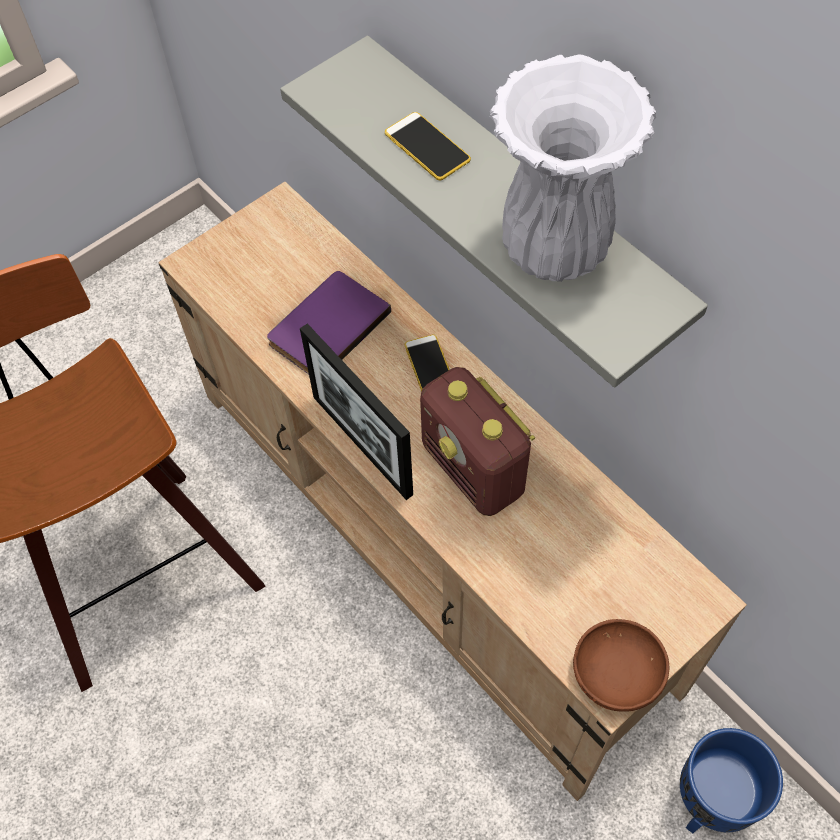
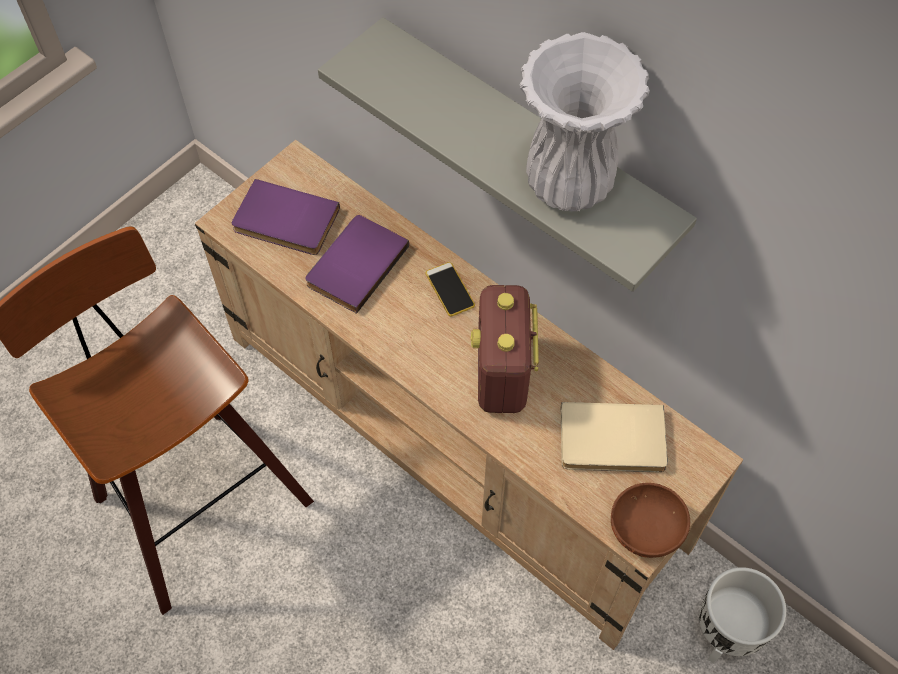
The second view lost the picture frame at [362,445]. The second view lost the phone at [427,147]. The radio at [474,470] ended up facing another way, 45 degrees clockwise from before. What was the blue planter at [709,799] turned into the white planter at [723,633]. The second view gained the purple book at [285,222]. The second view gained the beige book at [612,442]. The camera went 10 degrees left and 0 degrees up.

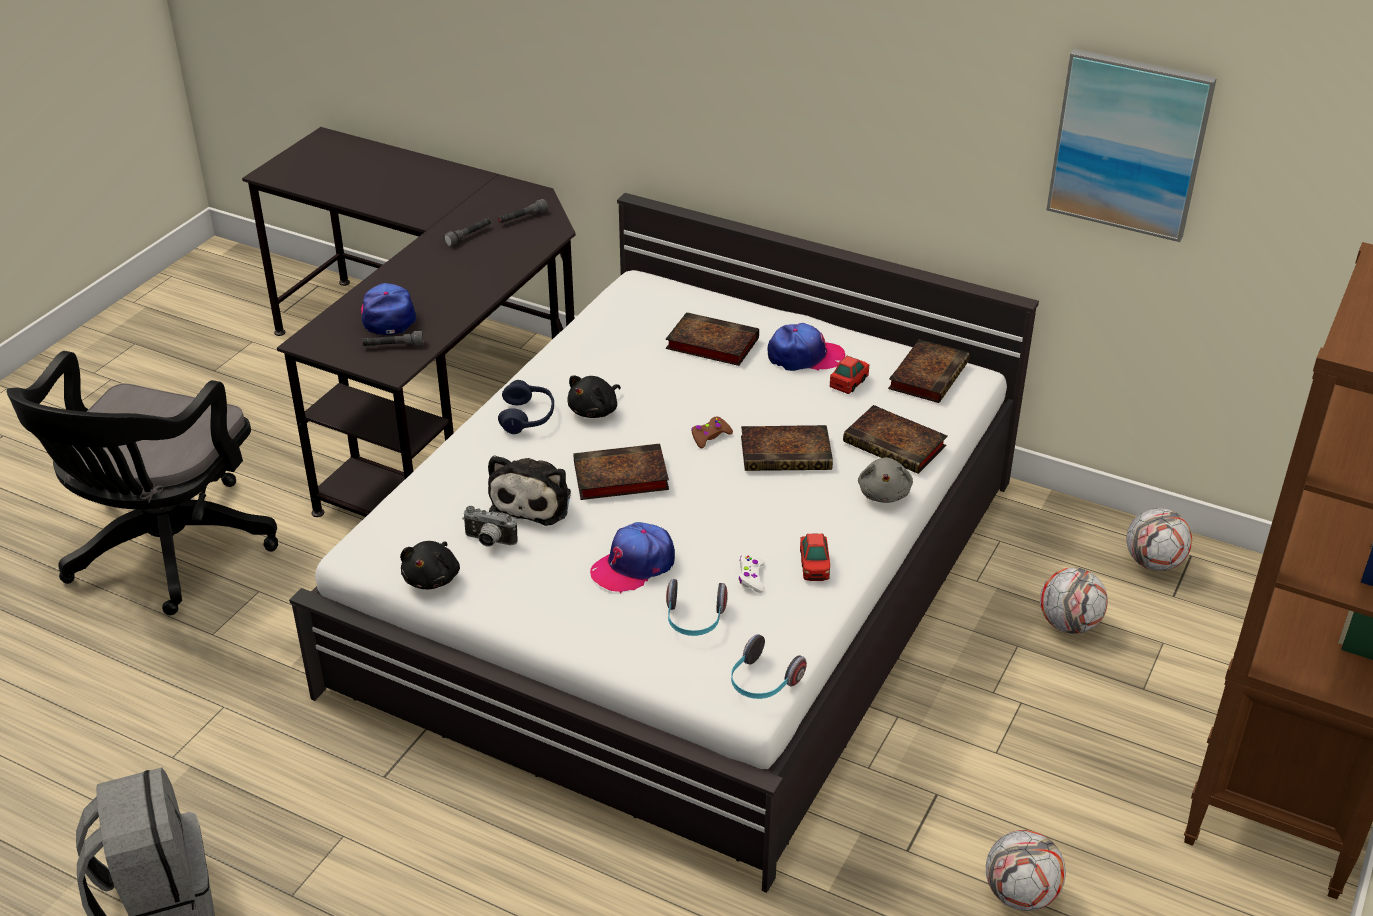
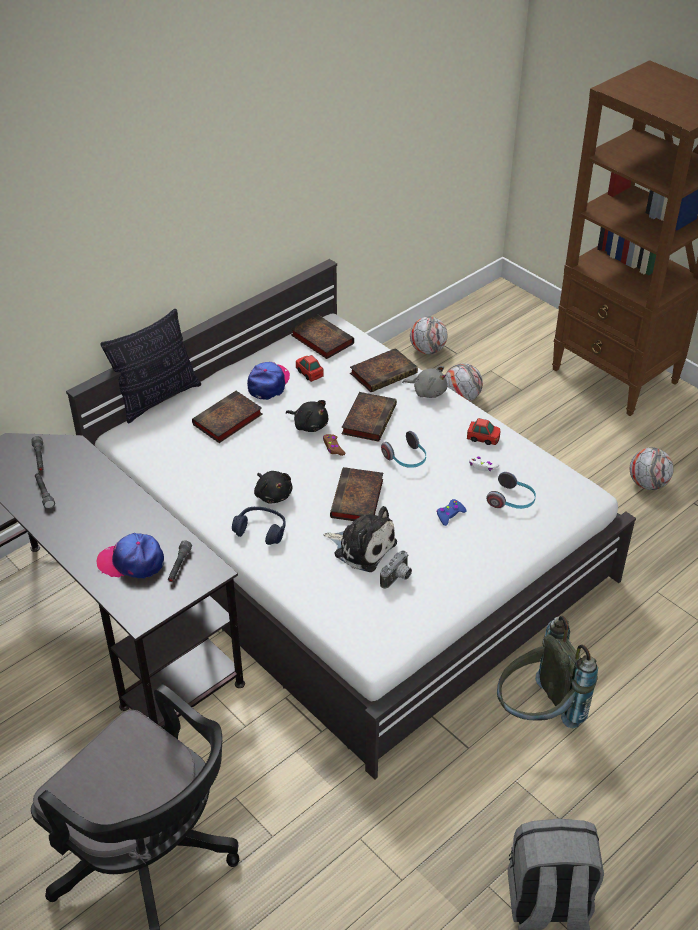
The black plush toy ended up elsewhere, having gone from [433,578] to [309,425]. Where the cap stood at [633,565], the blue game controller came to stand at [450,515]. The headphones ended up elsewhere, having gone from [762,683] to [406,459]. The second view lost the picture at [1129,144]. The second view gained the pillow at [157,398]. The second view gained the grey backpack at [537,713]. The camera went 70 degrees left and 5 degrees up.

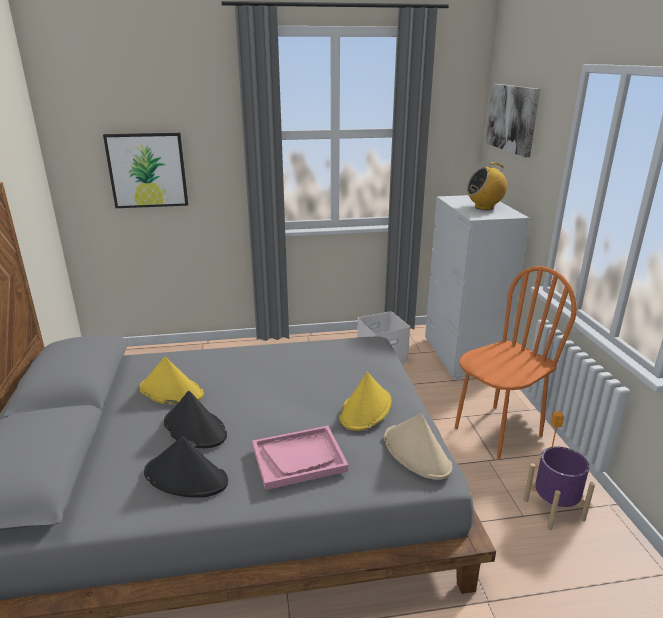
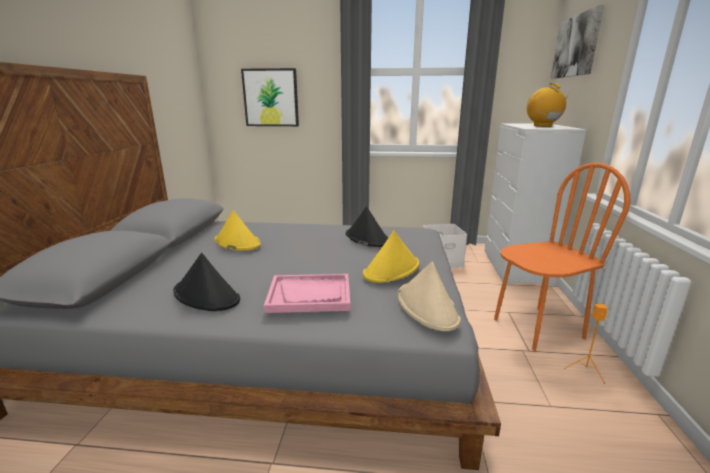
The black hat ended up elsewhere, having gone from [194,428] to [367,238]. The radio at [484,207] ended up facing another way, 75 degrees clockwise from before. The second view lost the purple planter at [553,509]. The camera went 15 degrees right and 5 degrees down.

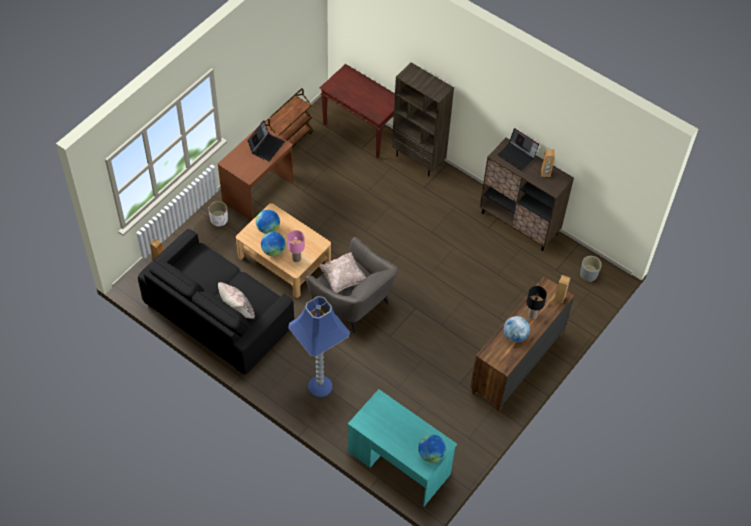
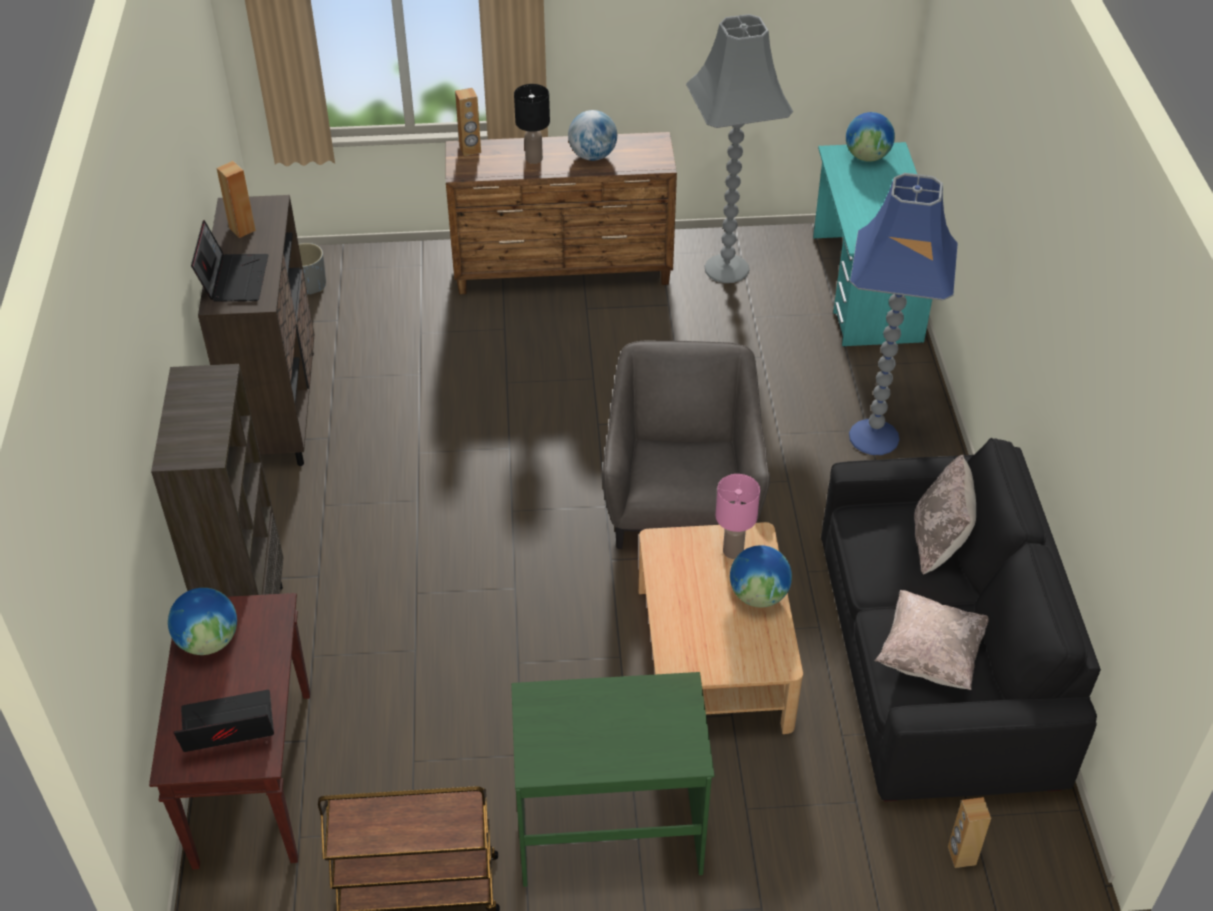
The second view lost the white planter at [219,220]. What was the brown desk at [258,192] turned into the green desk at [609,827]. The laptop ended up elsewhere, having gone from [266,146] to [226,729]. The globe ended up elsewhere, having gone from [268,229] to [208,641]. The beige pillow ended up elsewhere, having gone from [343,278] to [929,656]. The second view gained the grey floor lamp at [727,268]. The camera went 130 degrees left and 10 degrees down.

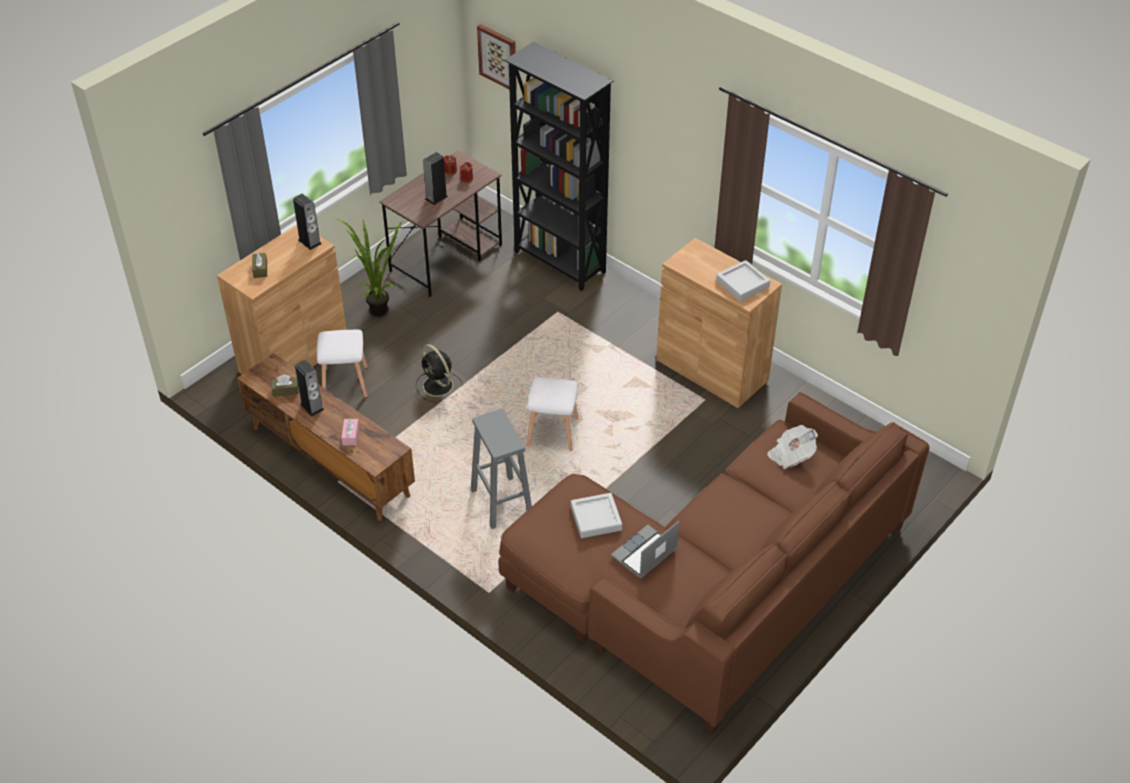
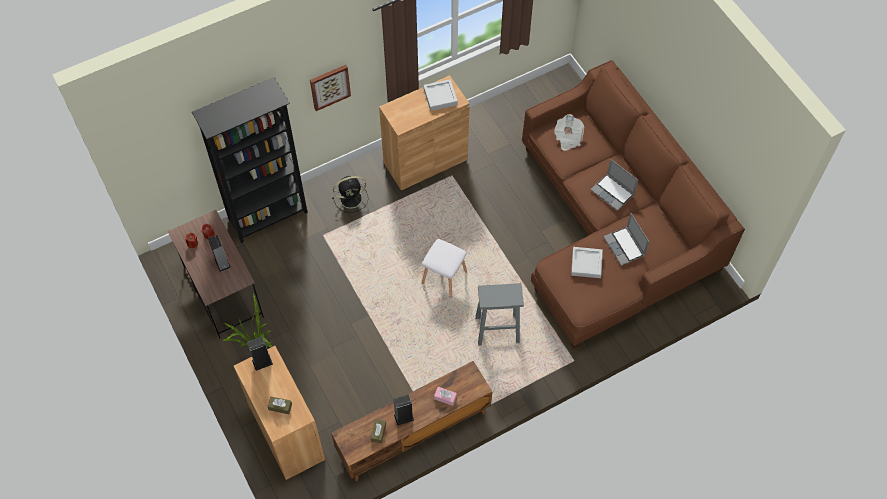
The second view lost the white stool at [344,382]. The black fan ended up elsewhere, having gone from [439,386] to [352,198]. The picture ended up elsewhere, having gone from [498,57] to [329,86]. The second view gained the laptop at [613,192]. The camera went 70 degrees left and 15 degrees up.

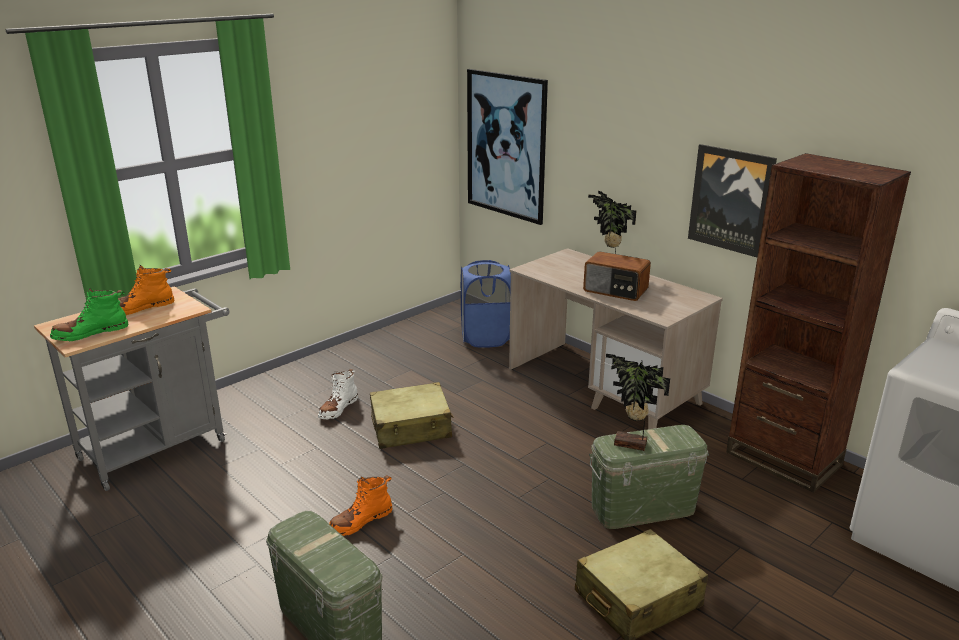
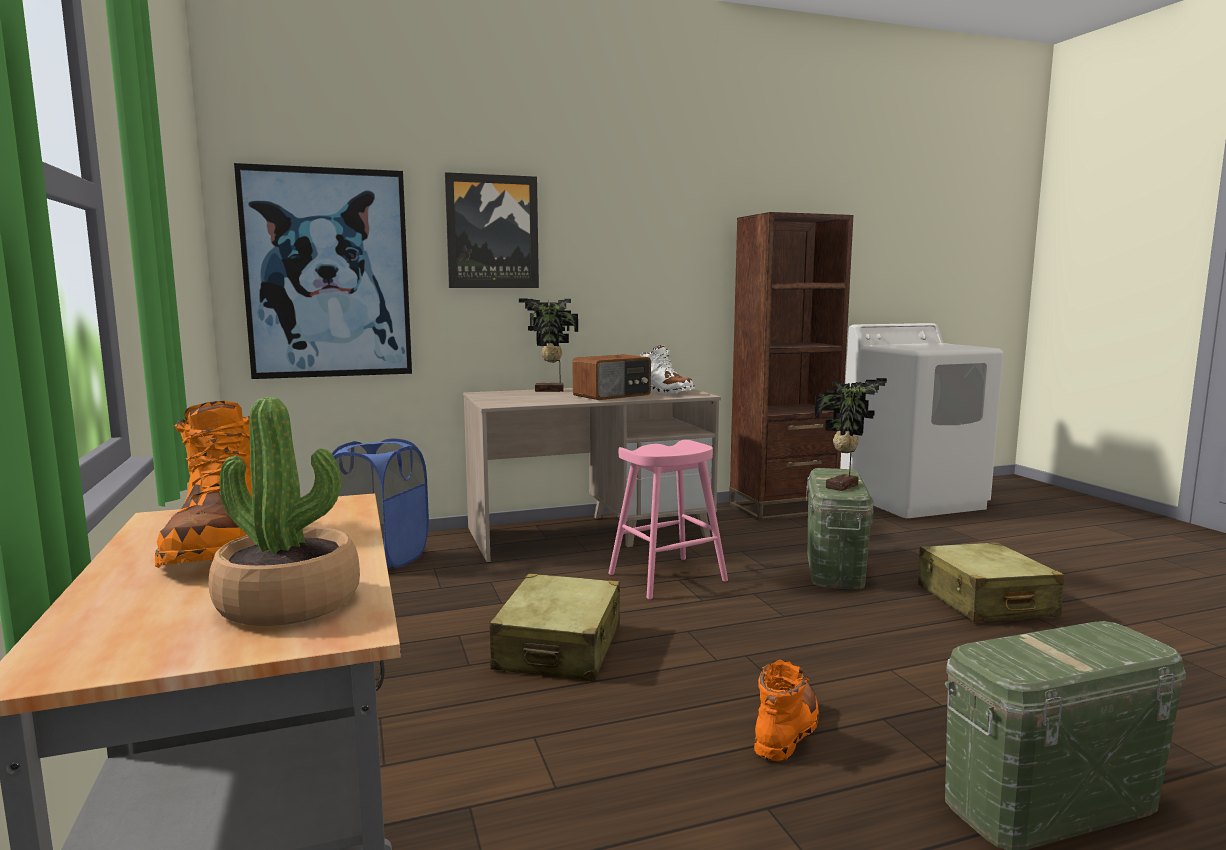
Where the green boot stood at [91,333], the potted plant came to stand at [289,602]. The white boot ended up elsewhere, having gone from [338,408] to [666,391]. The orange boot at [360,521] ended up facing another way, 135 degrees counterclockwise from before. The picture ended up elsewhere, having gone from [731,200] to [492,232]. The second view gained the pink stool at [667,577]. The camera went 65 degrees left and 15 degrees down.

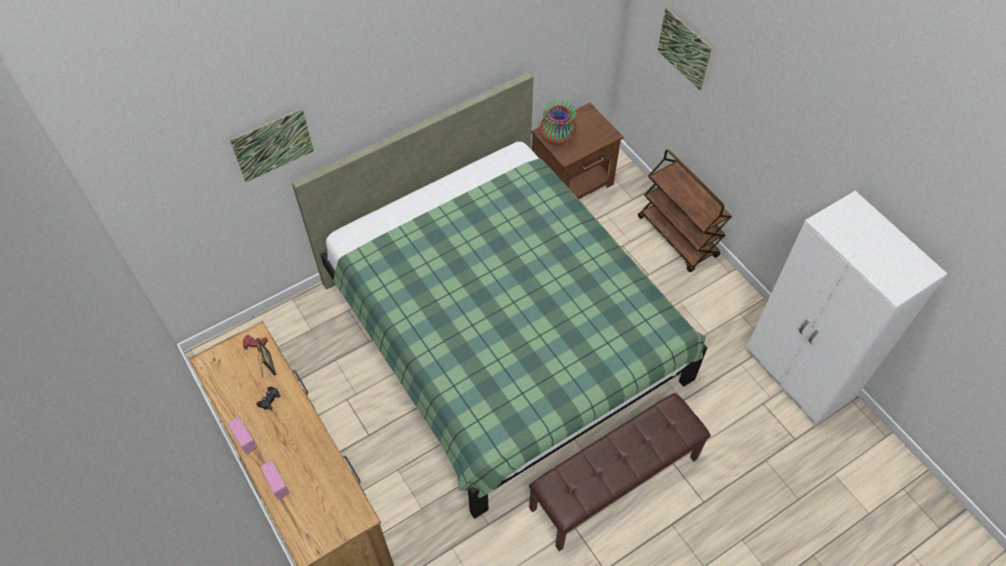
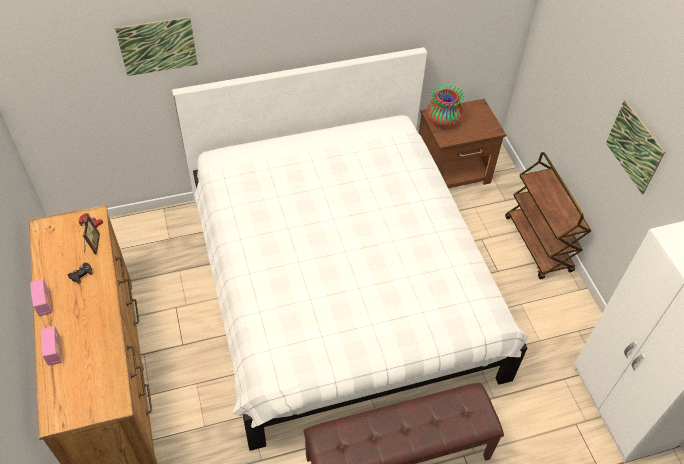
What was the green bed at [502,332] turned into the white bed at [340,287]. The picture ended up elsewhere, having gone from [684,49] to [634,147]. The camera went 15 degrees right and 5 degrees down.

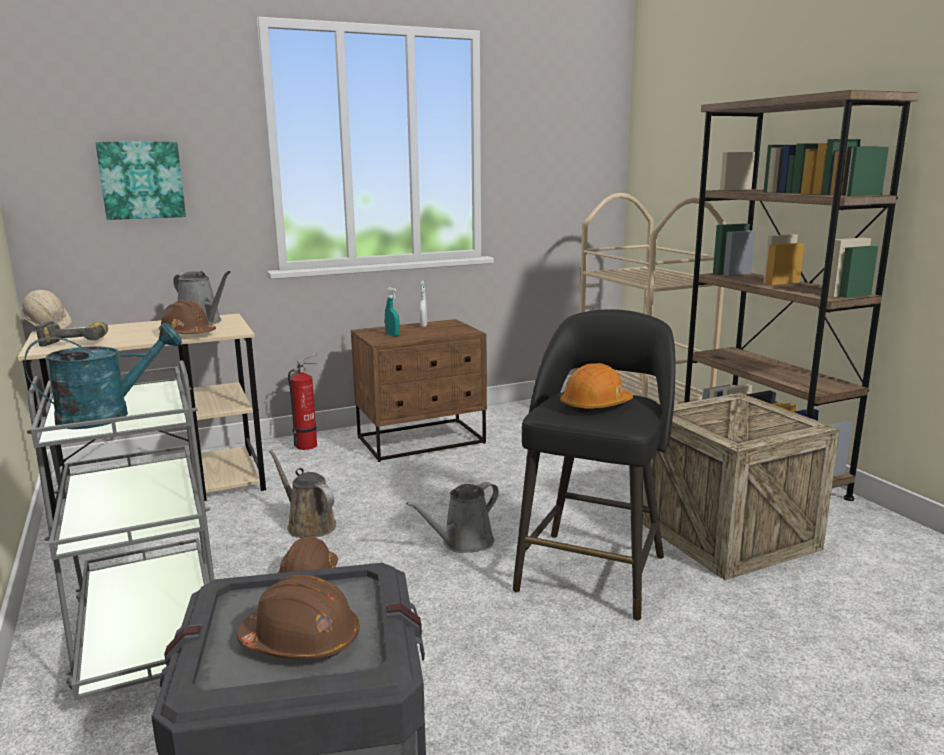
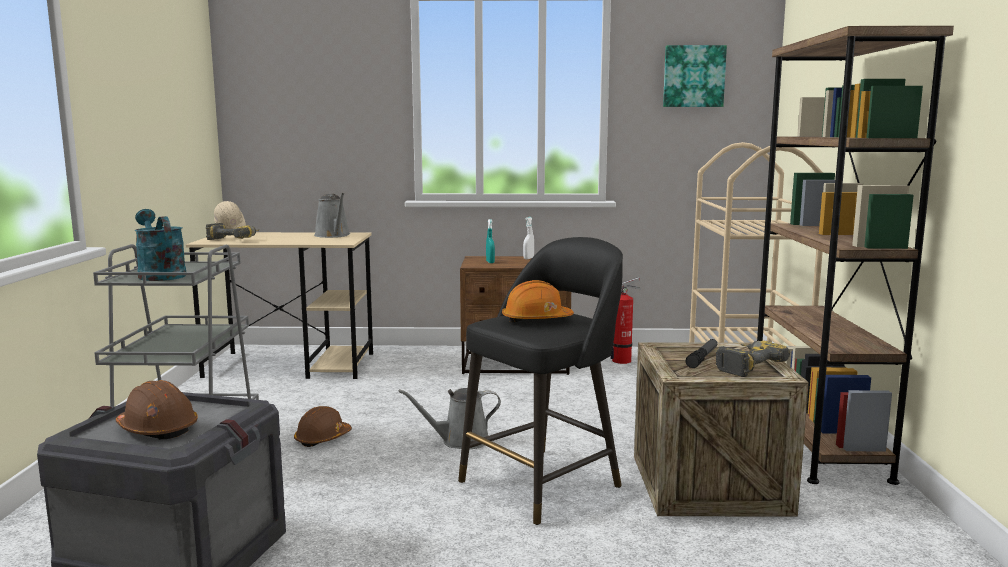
The turquoise watering can at [107,415] ended up facing another way, 120 degrees counterclockwise from before. The picture ended up elsewhere, having gone from [142,180] to [693,76]. The second view lost the brown hard hat at [188,334]. The second view lost the brown watering can at [308,525]. The fire extinguisher ended up elsewhere, having gone from [309,445] to [624,360]. The second view gained the flashlight at [702,358]. The second view gained the power drill at [745,366]. The camera went 25 degrees right and 5 degrees down.

